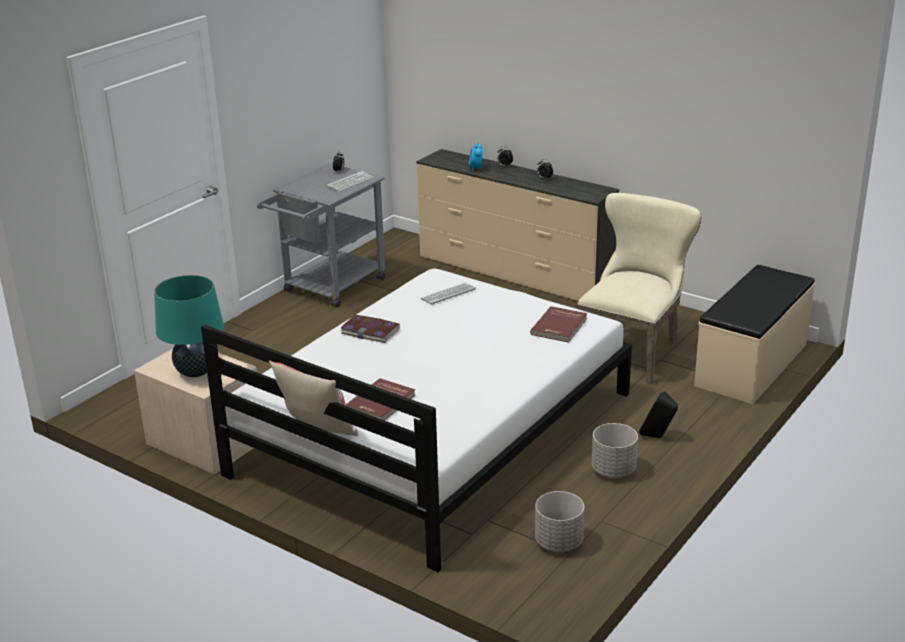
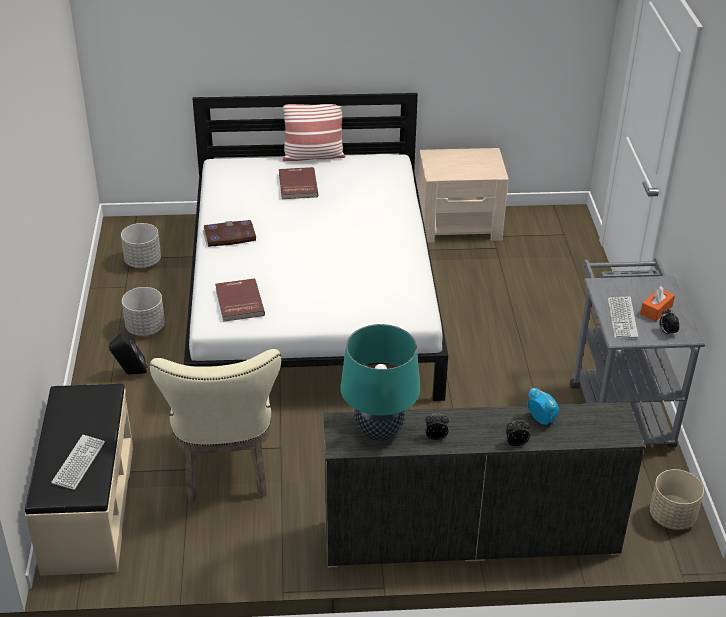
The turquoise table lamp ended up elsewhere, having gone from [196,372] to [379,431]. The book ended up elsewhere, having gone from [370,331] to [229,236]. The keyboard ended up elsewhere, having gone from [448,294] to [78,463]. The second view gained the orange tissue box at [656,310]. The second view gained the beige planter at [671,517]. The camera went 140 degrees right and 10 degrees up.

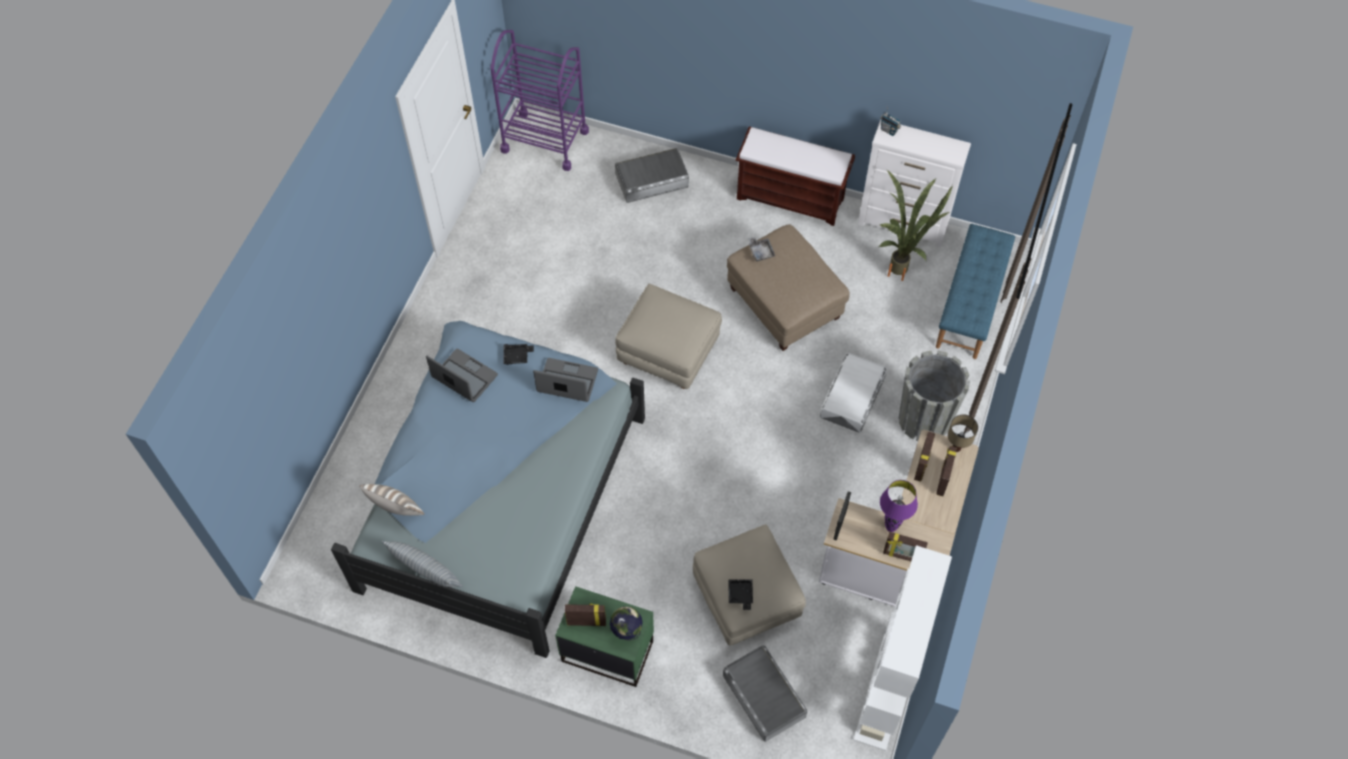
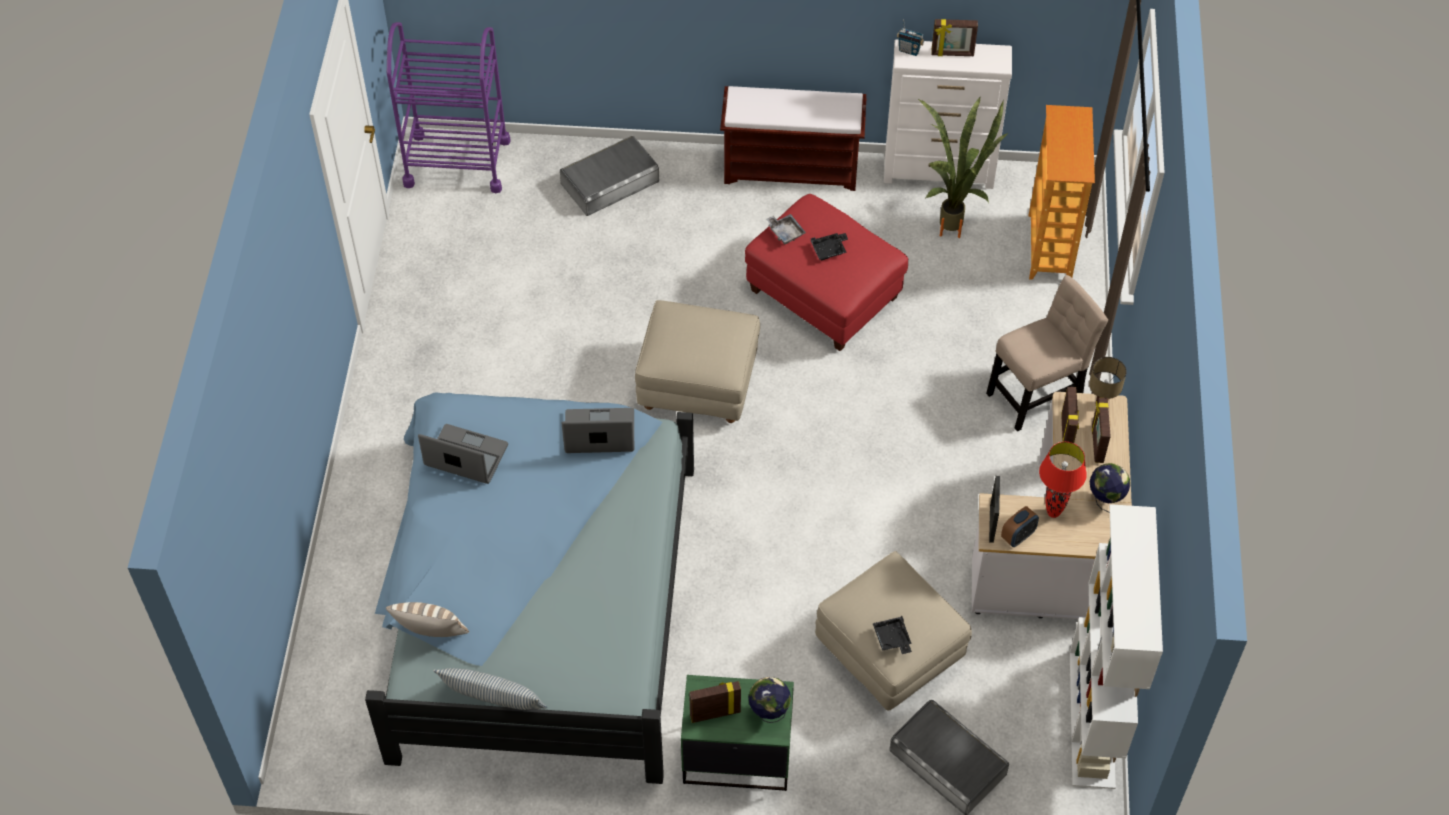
The black tray ended up elsewhere, having gone from [517,356] to [829,250]. What was the beige ottoman at [785,304] turned into the red ottoman at [824,295]. The second view lost the white storage box at [852,397]. What was the purple table lamp at [891,528] turned into the red table lamp at [1053,513]. The picture frame ended up elsewhere, having gone from [902,556] to [952,54]. Where the grey planter stood at [924,420], the beige chair came to stand at [1038,394]. Where the blue bench stood at [970,304], the bookcase came to stand at [1050,248]. The second view gained the alarm clock at [1018,536]. The second view gained the globe at [1105,500]. The camera went 15 degrees left and 5 degrees down.

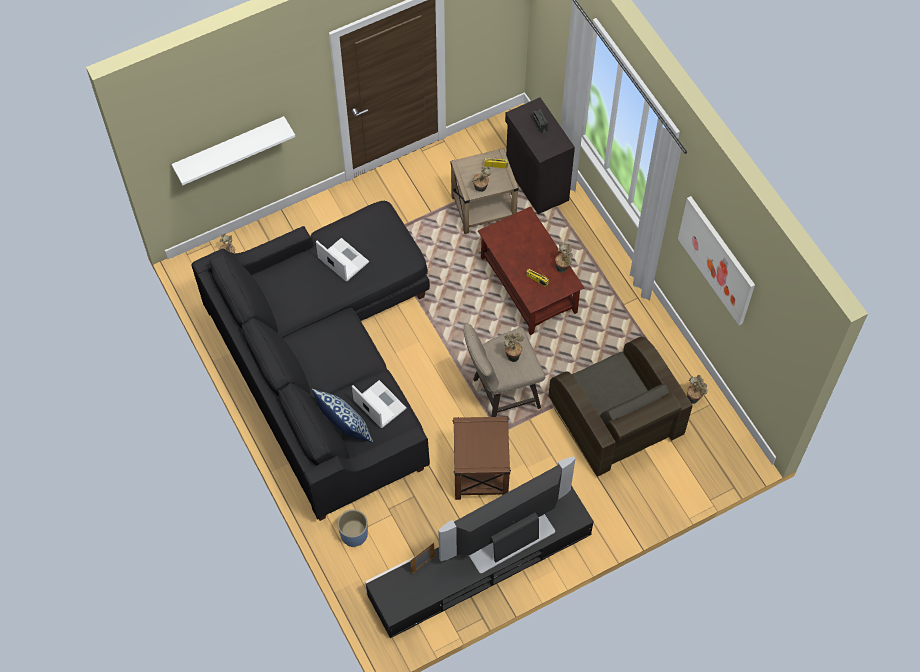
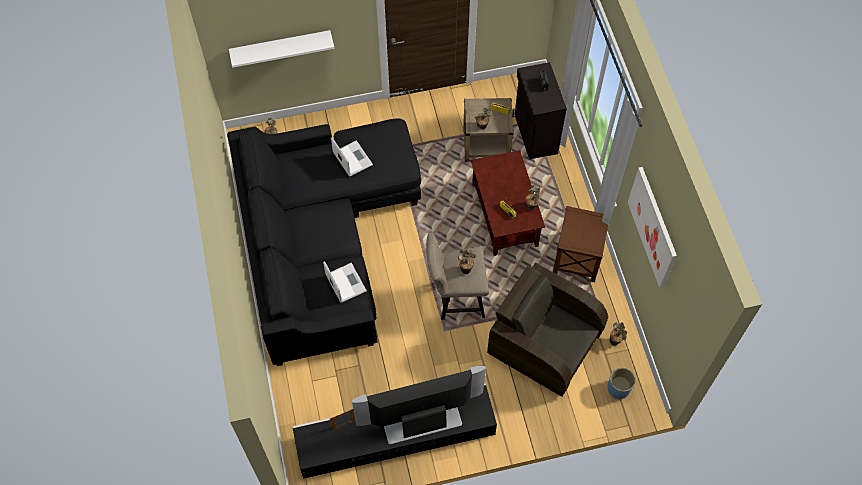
The second view lost the pillow at [344,428]. The blue planter ended up elsewhere, having gone from [354,535] to [618,389]. The brown side table ended up elsewhere, having gone from [480,472] to [577,257]. The brown armchair at [615,419] ended up facing another way, 135 degrees clockwise from before. The camera went 15 degrees right and 0 degrees up.

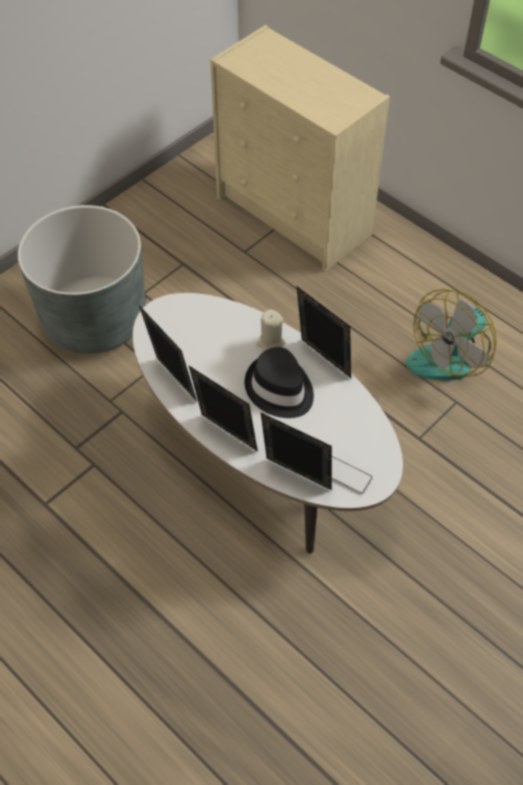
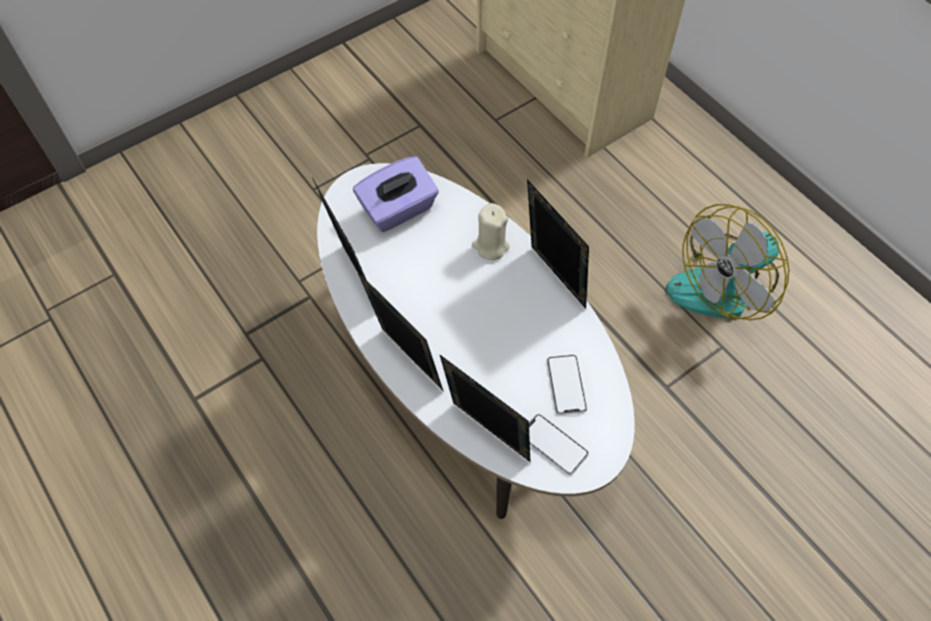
The second view lost the grey planter at [94,319]. The second view lost the black hat at [279,389]. The second view gained the purple tissue box at [398,210]. The second view gained the phone at [566,385]. The camera went 10 degrees right and 5 degrees up.

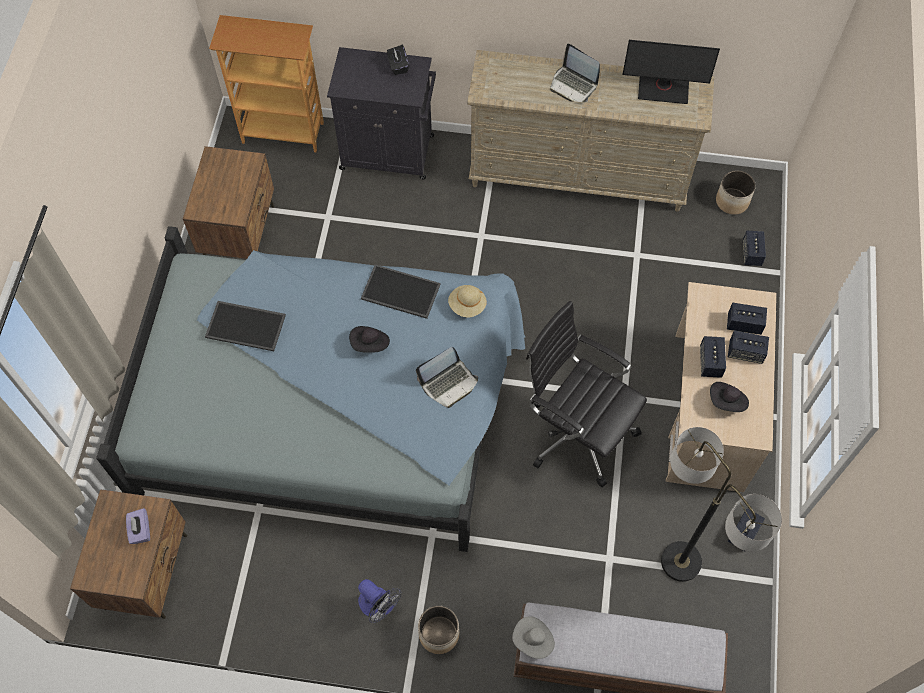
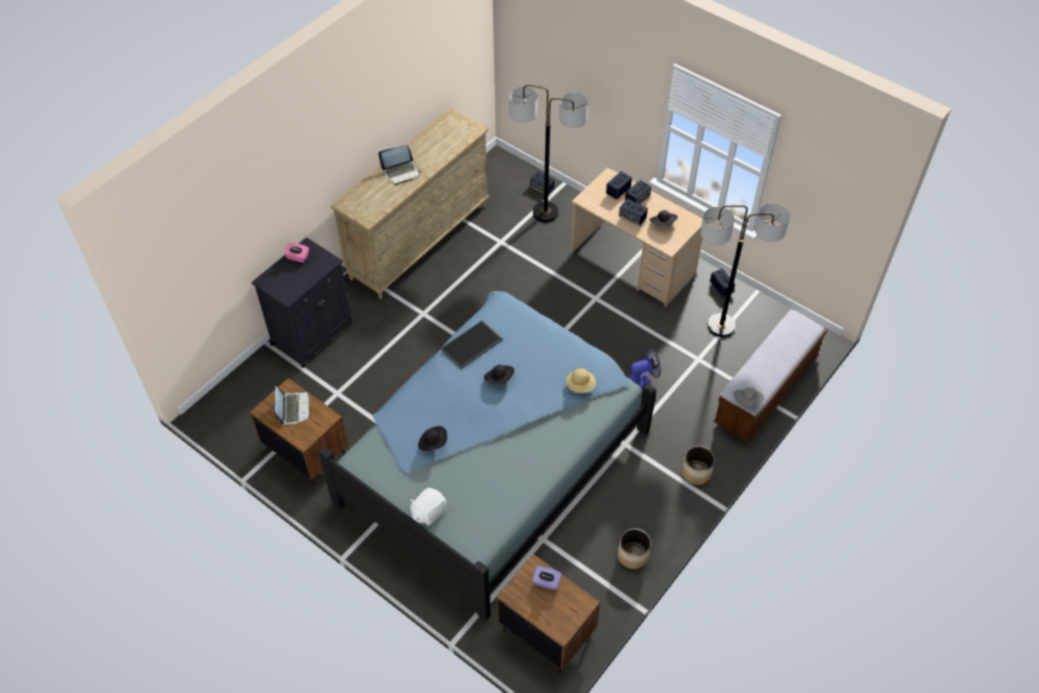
Where the tray stood at [246,325], the black hat came to stand at [433,443]. The second view lost the bookcase at [283,132]. The fan ended up elsewhere, having gone from [378,606] to [643,379]. What was the black tissue box at [398,66] turned into the pink tissue box at [297,257]. The laptop ended up elsewhere, having gone from [449,383] to [293,408]. The beige hat ended up elsewhere, having gone from [467,305] to [580,386]. The second view lost the black office chair at [577,431]. The second view lost the monitor at [663,88]. The planter ended up elsewhere, having gone from [731,201] to [633,555]. The second view gained the white plush toy at [428,512]. The second view gained the floor lamp at [545,212]. The camera went 60 degrees left and 10 degrees down.

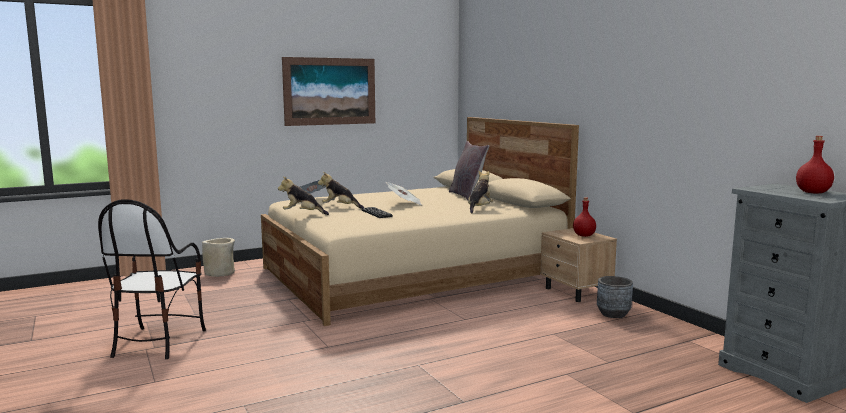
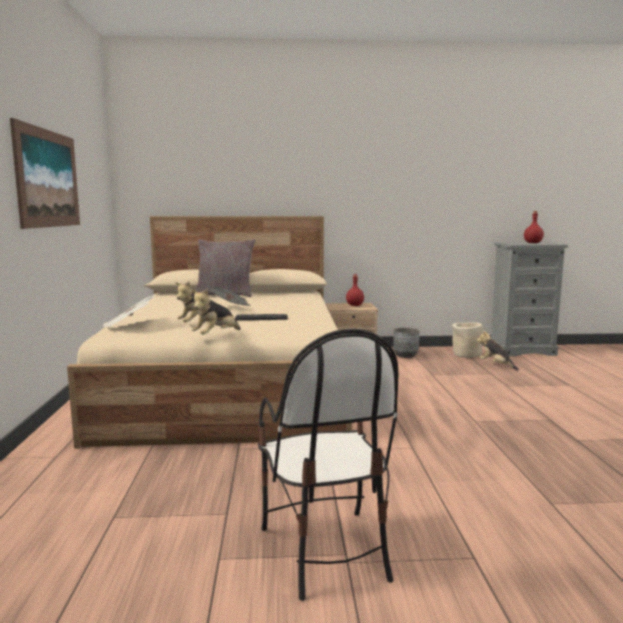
The chair at [157,342] ended up facing another way, 45 degrees clockwise from before. The beige planter ended up elsewhere, having gone from [220,273] to [466,354]. The plush toy ended up elsewhere, having gone from [479,209] to [496,365]. The camera went 65 degrees left and 0 degrees up.

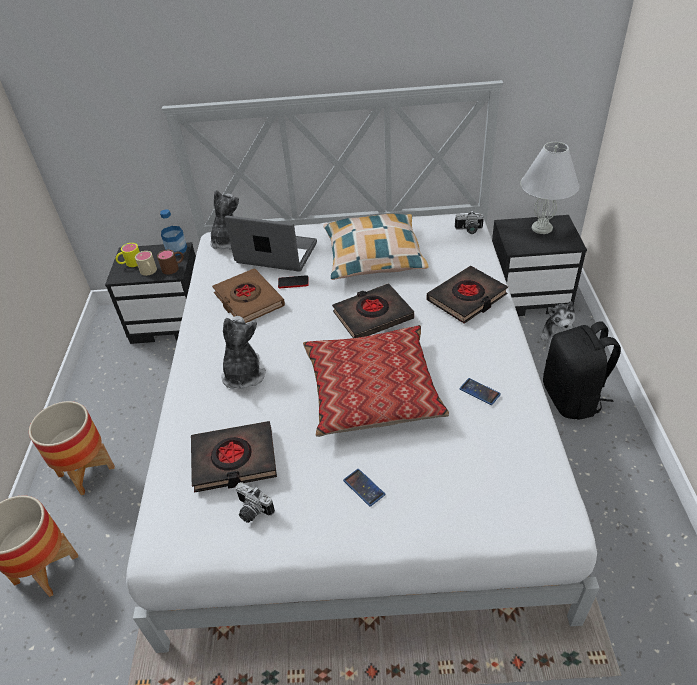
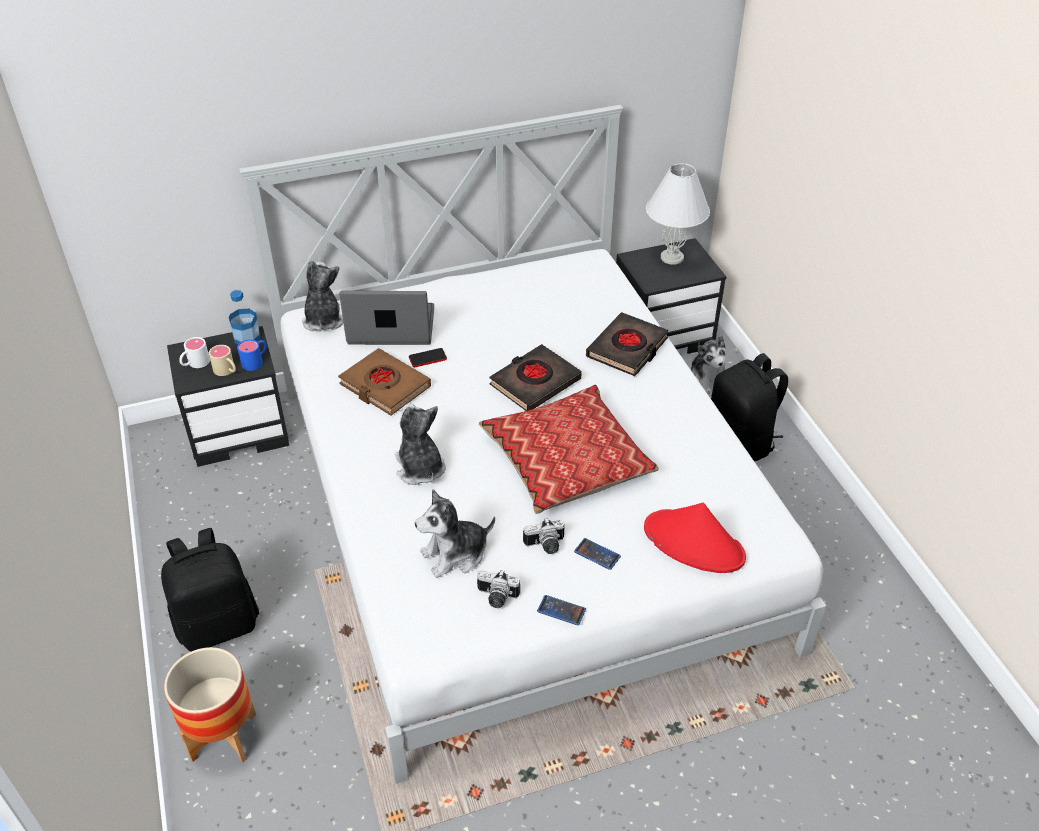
Where the planter stood at [87,471], the black backpack came to stand at [218,624]. What was the yellow mug at [130,263] turned into the white mug at [195,363]. What was the brown mug at [174,267] turned into the blue mug at [256,361]. Where the black book stood at [234,460], the plush toy came to stand at [455,554]. The second view lost the pillow at [374,256]. The photo camera ended up elsewhere, having gone from [469,230] to [545,546]. The phone ended up elsewhere, having gone from [479,392] to [561,610]. The second view gained the red hat at [694,543]. The camera went 20 degrees left and 0 degrees up.

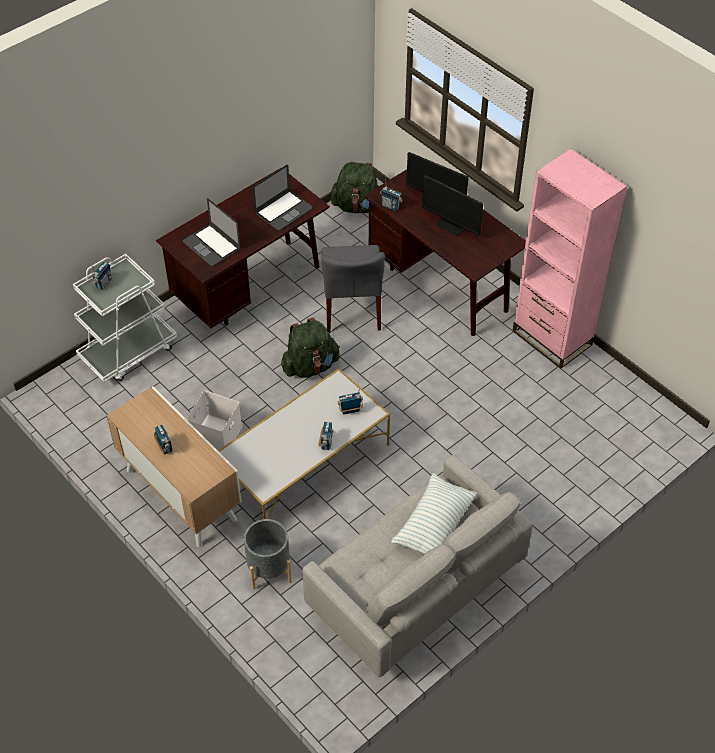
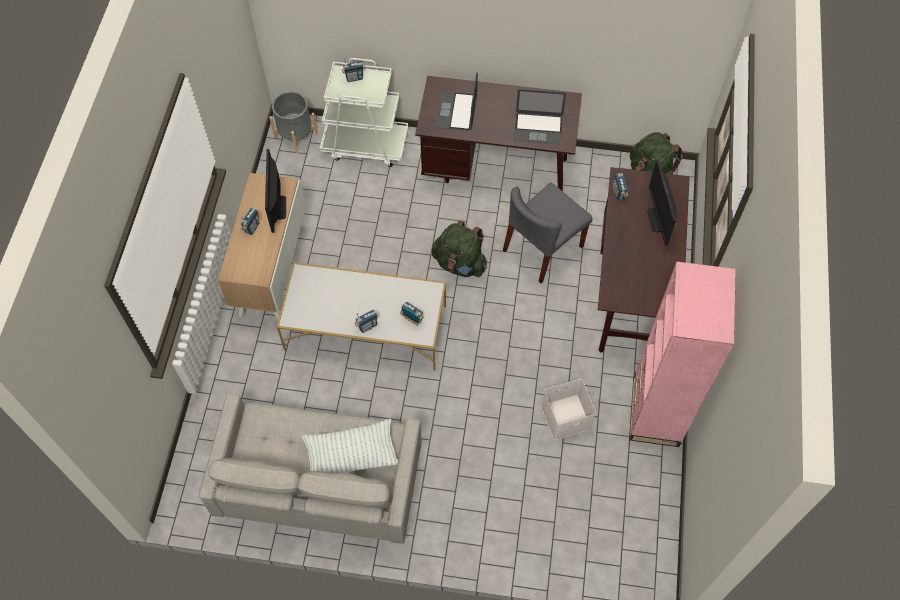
The white storage box ended up elsewhere, having gone from [216,433] to [566,416]. The grey planter ended up elsewhere, having gone from [269,569] to [296,135]. The monitor ended up elsewhere, having gone from [451,225] to [277,207]. The camera went 50 degrees right and 10 degrees up.

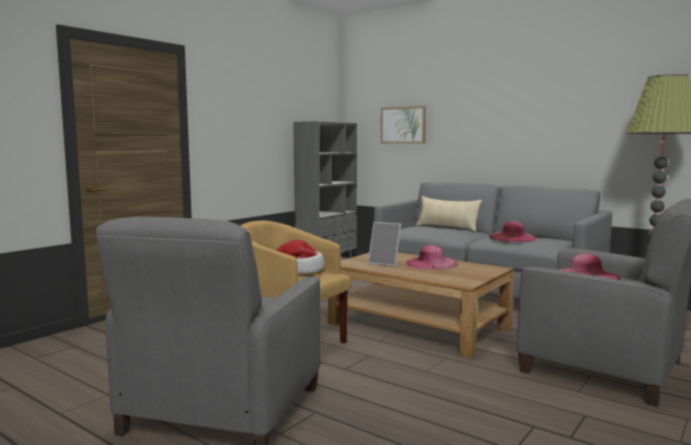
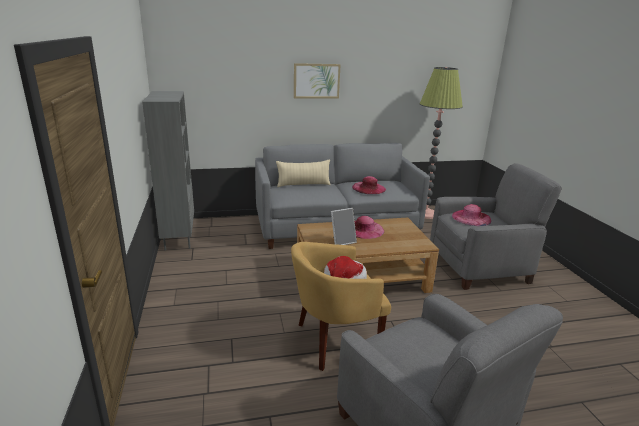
The picture ended up elsewhere, having gone from [403,125] to [316,81]. The camera went 50 degrees left and 15 degrees up.

